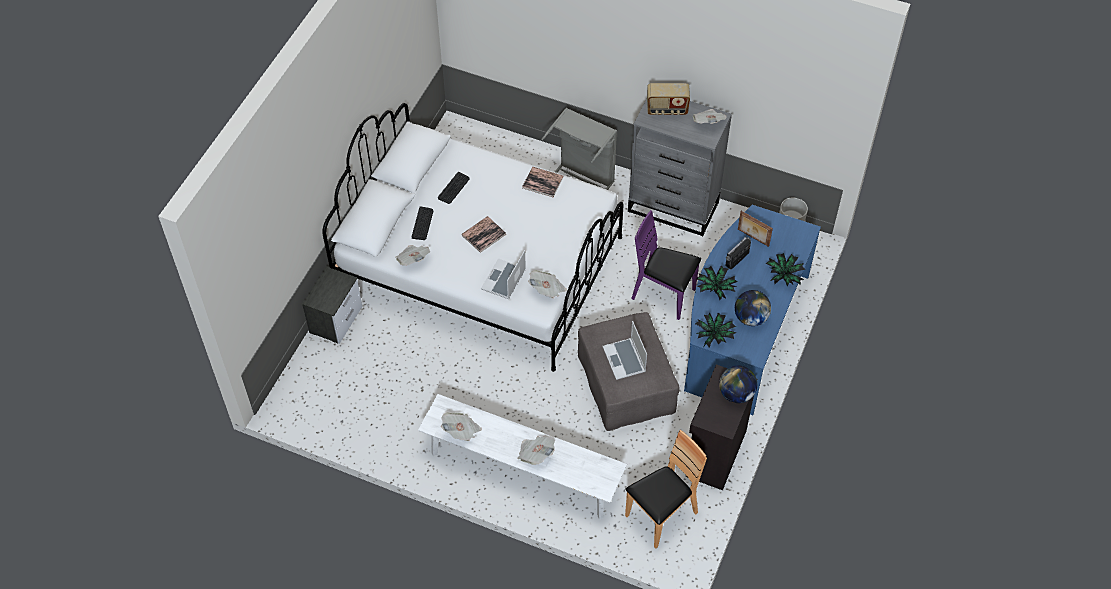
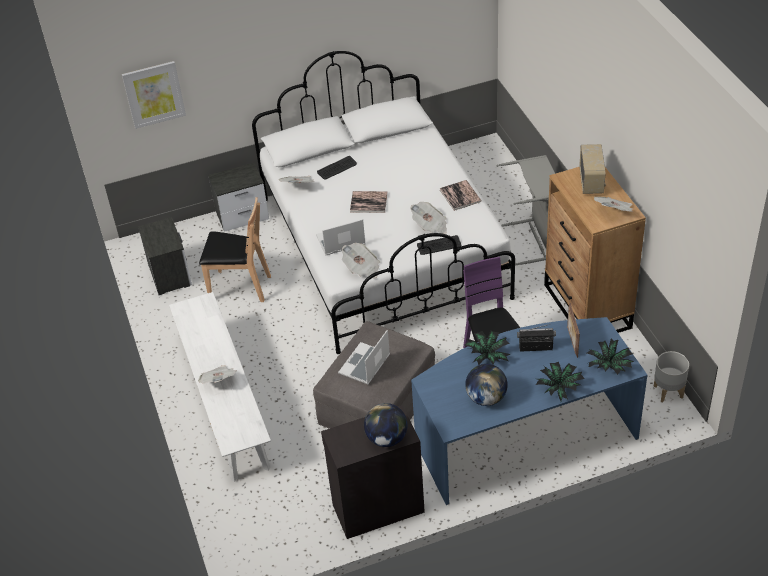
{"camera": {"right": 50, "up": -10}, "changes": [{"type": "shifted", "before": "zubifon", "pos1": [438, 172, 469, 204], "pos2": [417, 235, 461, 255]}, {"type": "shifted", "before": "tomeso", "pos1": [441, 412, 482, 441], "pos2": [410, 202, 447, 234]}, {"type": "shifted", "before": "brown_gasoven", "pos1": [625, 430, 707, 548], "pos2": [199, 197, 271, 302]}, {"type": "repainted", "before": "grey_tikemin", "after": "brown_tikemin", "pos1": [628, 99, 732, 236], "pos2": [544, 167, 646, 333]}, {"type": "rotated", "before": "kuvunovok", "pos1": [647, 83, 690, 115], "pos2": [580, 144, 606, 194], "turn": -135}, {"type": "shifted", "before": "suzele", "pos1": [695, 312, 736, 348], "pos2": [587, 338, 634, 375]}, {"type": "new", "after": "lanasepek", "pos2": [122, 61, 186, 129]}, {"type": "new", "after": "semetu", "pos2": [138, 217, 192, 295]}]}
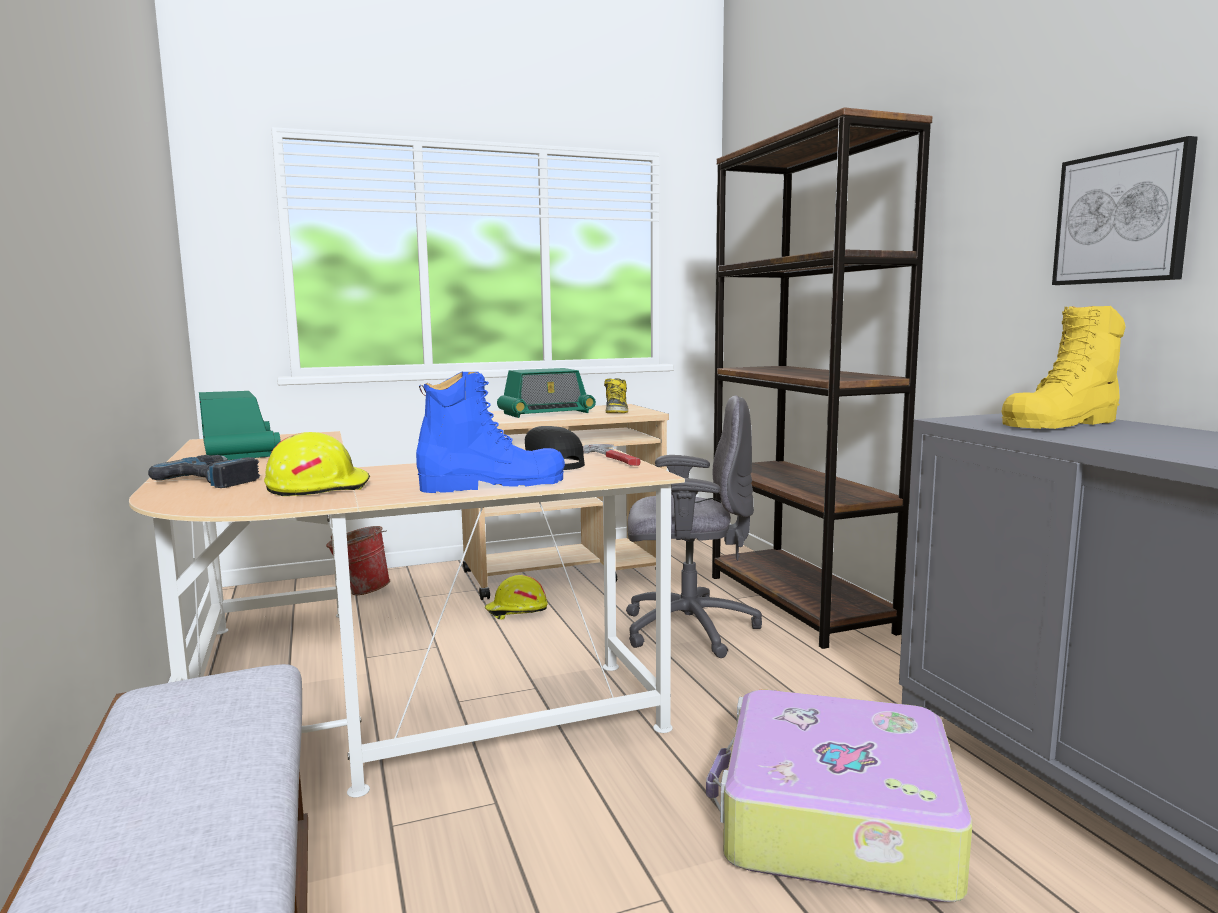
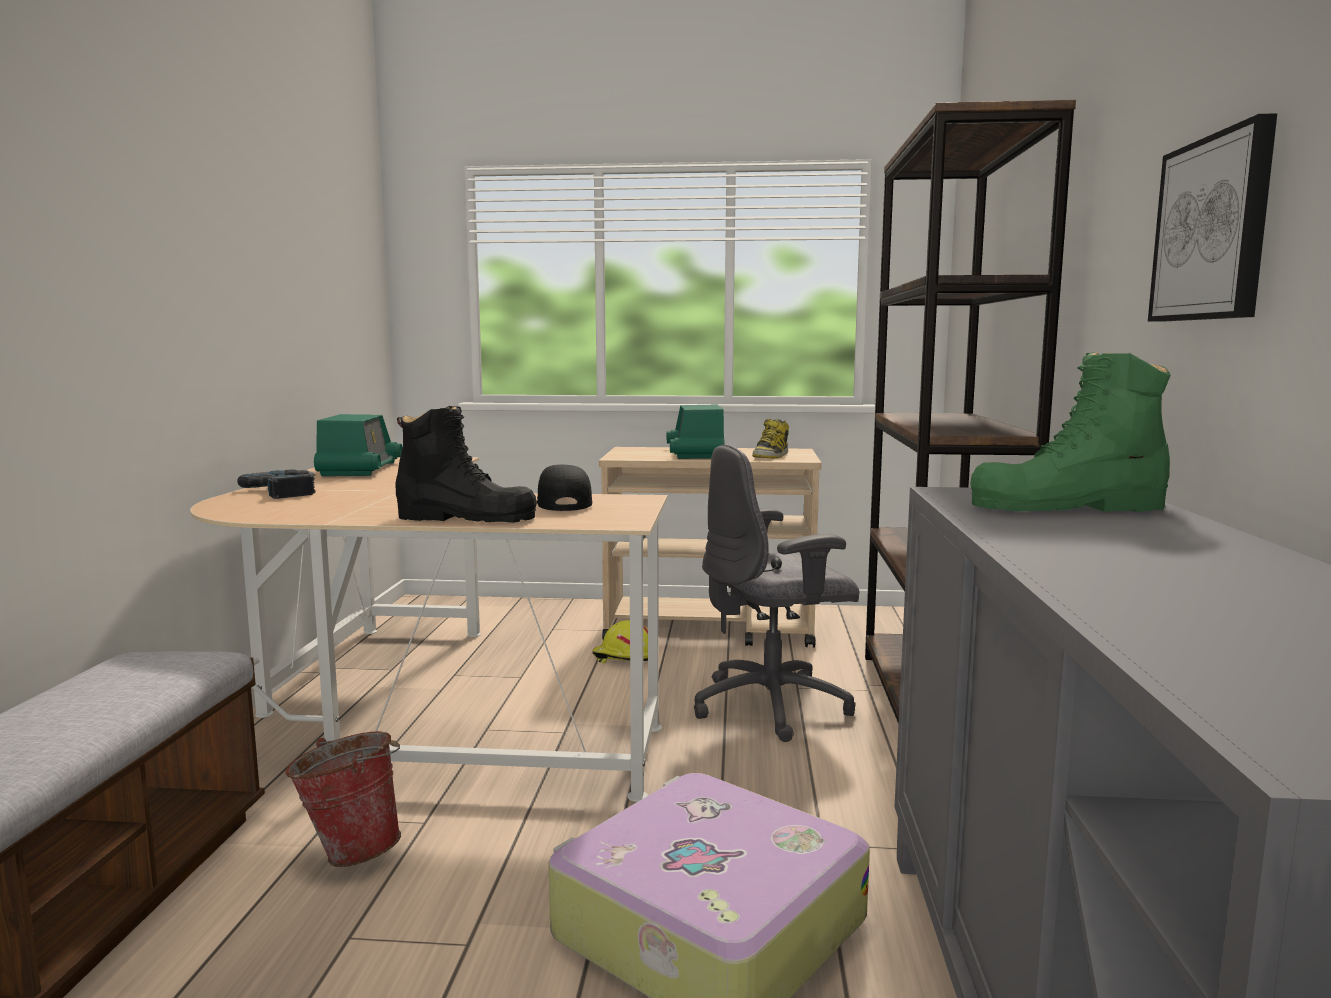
{"camera": {"right": 25, "up": 0}, "changes": [{"type": "gone", "before": "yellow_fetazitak", "pos1": [264, 432, 370, 496]}, {"type": "shifted", "before": "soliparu", "pos1": [326, 526, 390, 595], "pos2": [285, 731, 401, 867]}, {"type": "repainted", "before": "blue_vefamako", "after": "black_vefamako", "pos1": [416, 371, 565, 493], "pos2": [395, 406, 537, 523]}, {"type": "rotated", "before": "kuvunovok", "pos1": [497, 368, 596, 418], "pos2": [667, 405, 725, 459], "turn": 90}, {"type": "gone", "before": "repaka", "pos1": [583, 444, 640, 466]}, {"type": "rotated", "before": "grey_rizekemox", "pos1": [626, 395, 762, 658], "pos2": [694, 444, 859, 742], "turn": 135}, {"type": "repainted", "before": "yellow_vefamako", "after": "green_vefamako", "pos1": [1001, 306, 1126, 429], "pos2": [970, 352, 1171, 512]}]}
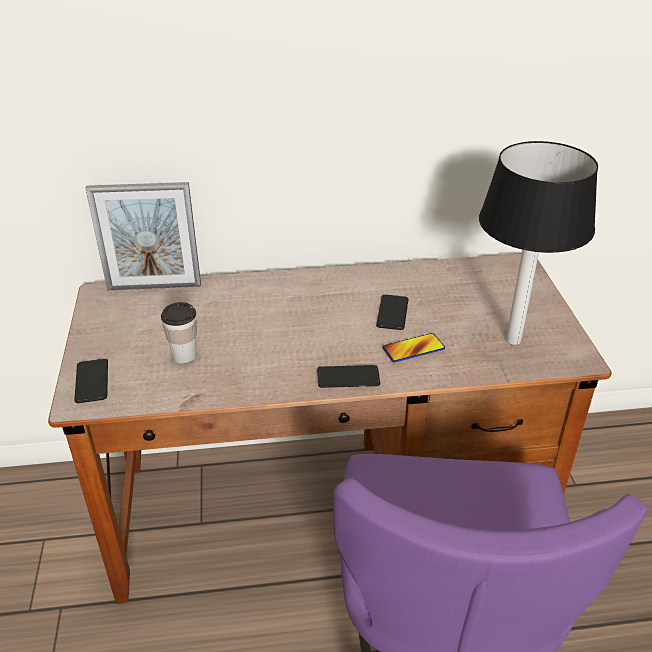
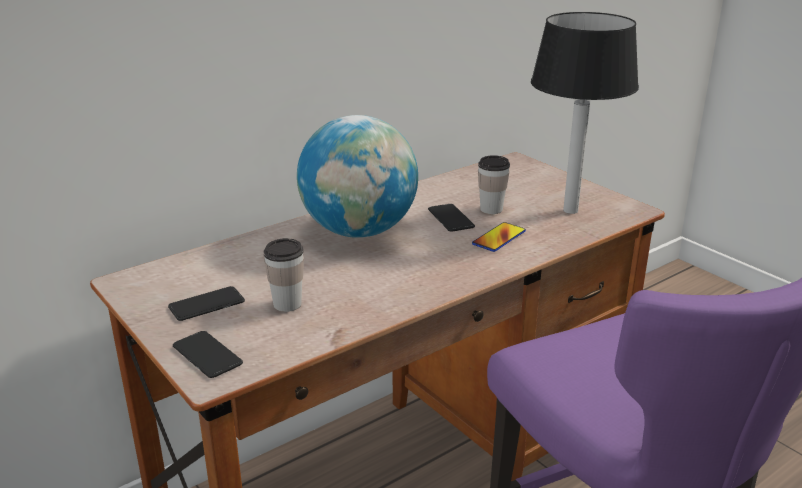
{"camera": {"right": -30, "up": -10}, "changes": [{"type": "gone", "before": "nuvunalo", "pos1": [85, 182, 201, 290]}, {"type": "shifted", "before": "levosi", "pos1": [317, 365, 380, 388], "pos2": [168, 286, 245, 321]}, {"type": "new", "after": "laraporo", "pos2": [297, 115, 418, 238]}, {"type": "new", "after": "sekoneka", "pos2": [478, 155, 510, 214]}]}
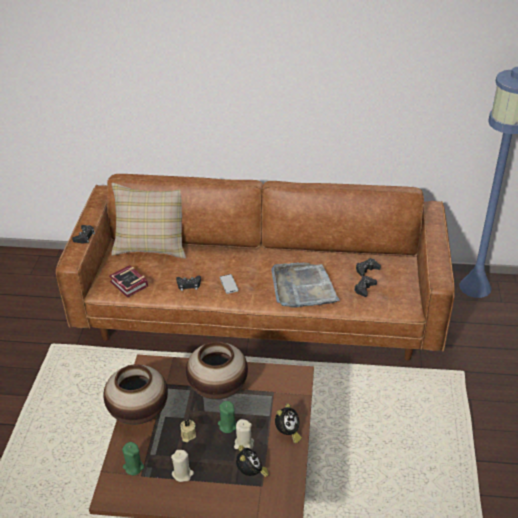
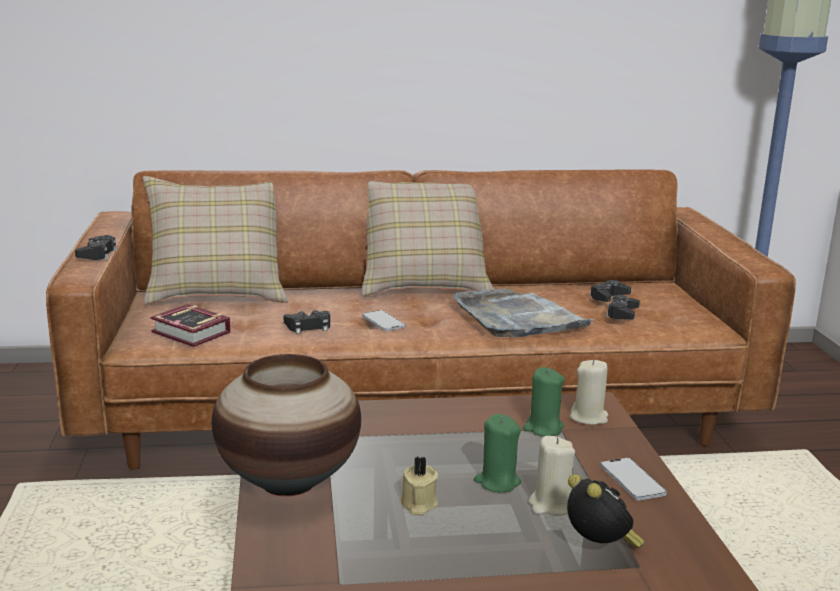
{"camera": {"right": -15, "up": -20}, "changes": [{"type": "shifted", "before": "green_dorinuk", "pos1": [122, 442, 144, 475], "pos2": [523, 367, 565, 436]}, {"type": "shifted", "before": "beige_dorinuk", "pos1": [171, 450, 194, 482], "pos2": [570, 359, 608, 425]}, {"type": "gone", "before": "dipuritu", "pos1": [186, 341, 248, 400]}, {"type": "swapped", "before": "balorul", "after": "levosi", "pos1": [275, 403, 302, 444], "pos2": [600, 458, 667, 501]}, {"type": "new", "after": "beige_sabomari", "pos2": [362, 171, 494, 297]}]}
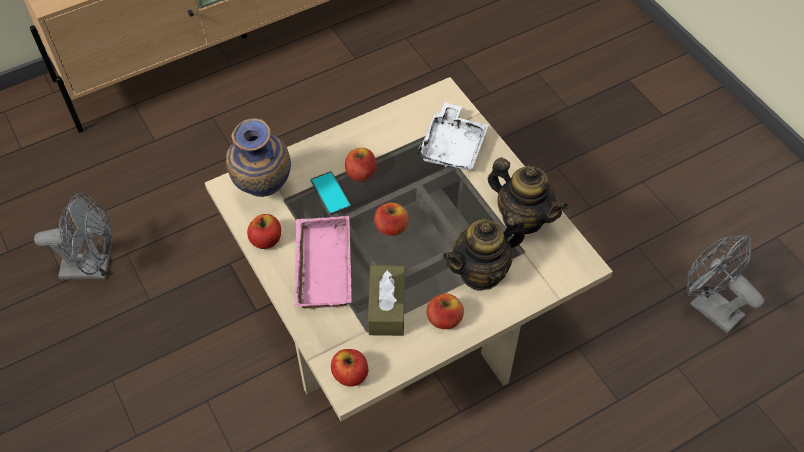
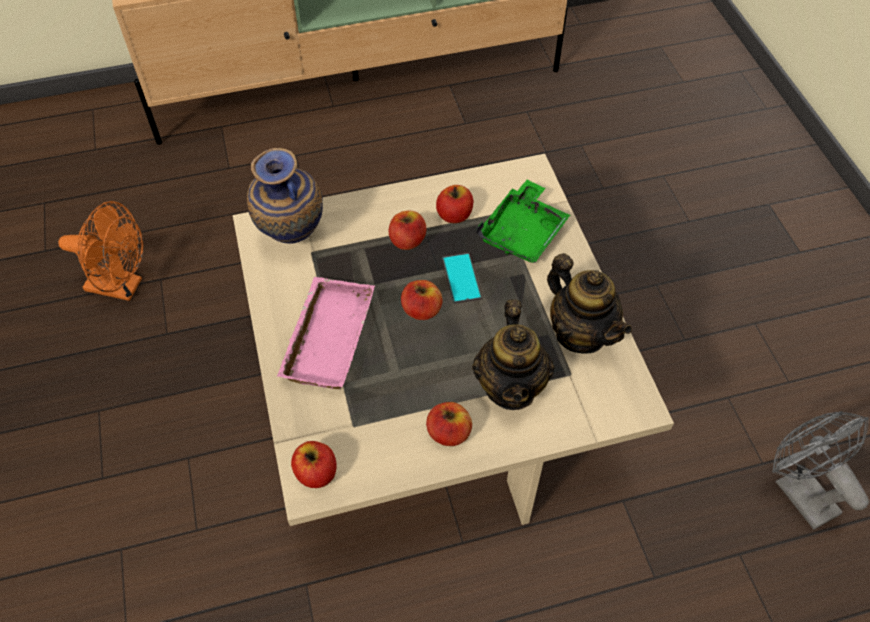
{"camera": {"right": 15, "up": 0}, "changes": [{"type": "repainted", "before": "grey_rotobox", "after": "orange_rotobox", "pos1": [34, 193, 112, 280], "pos2": [58, 201, 143, 301]}, {"type": "shifted", "before": "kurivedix", "pos1": [247, 214, 281, 249], "pos2": [436, 185, 473, 223]}, {"type": "shifted", "before": "levosi", "pos1": [311, 171, 351, 215], "pos2": [442, 253, 482, 304]}, {"type": "gone", "before": "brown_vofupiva", "pos1": [368, 265, 405, 336]}, {"type": "repainted", "before": "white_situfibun", "after": "green_situfibun", "pos1": [418, 102, 489, 170], "pos2": [476, 180, 570, 263]}, {"type": "rotated", "before": "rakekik", "pos1": [443, 214, 525, 291], "pos2": [472, 299, 554, 410], "turn": -75}]}
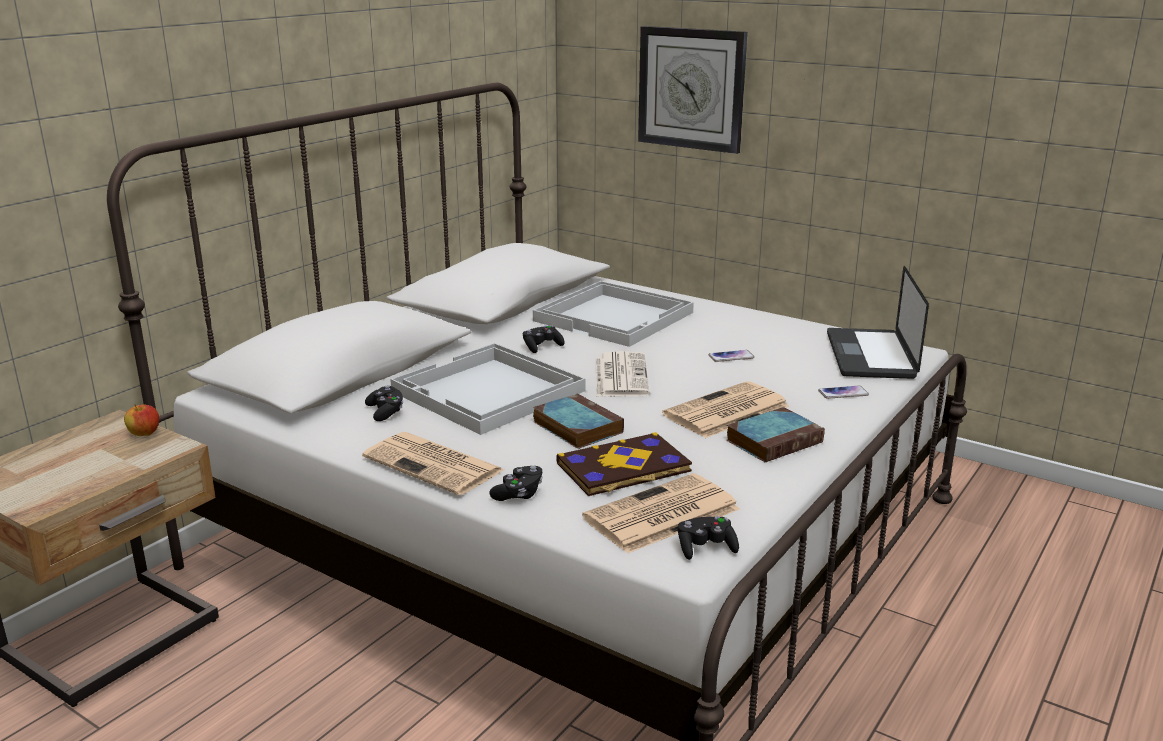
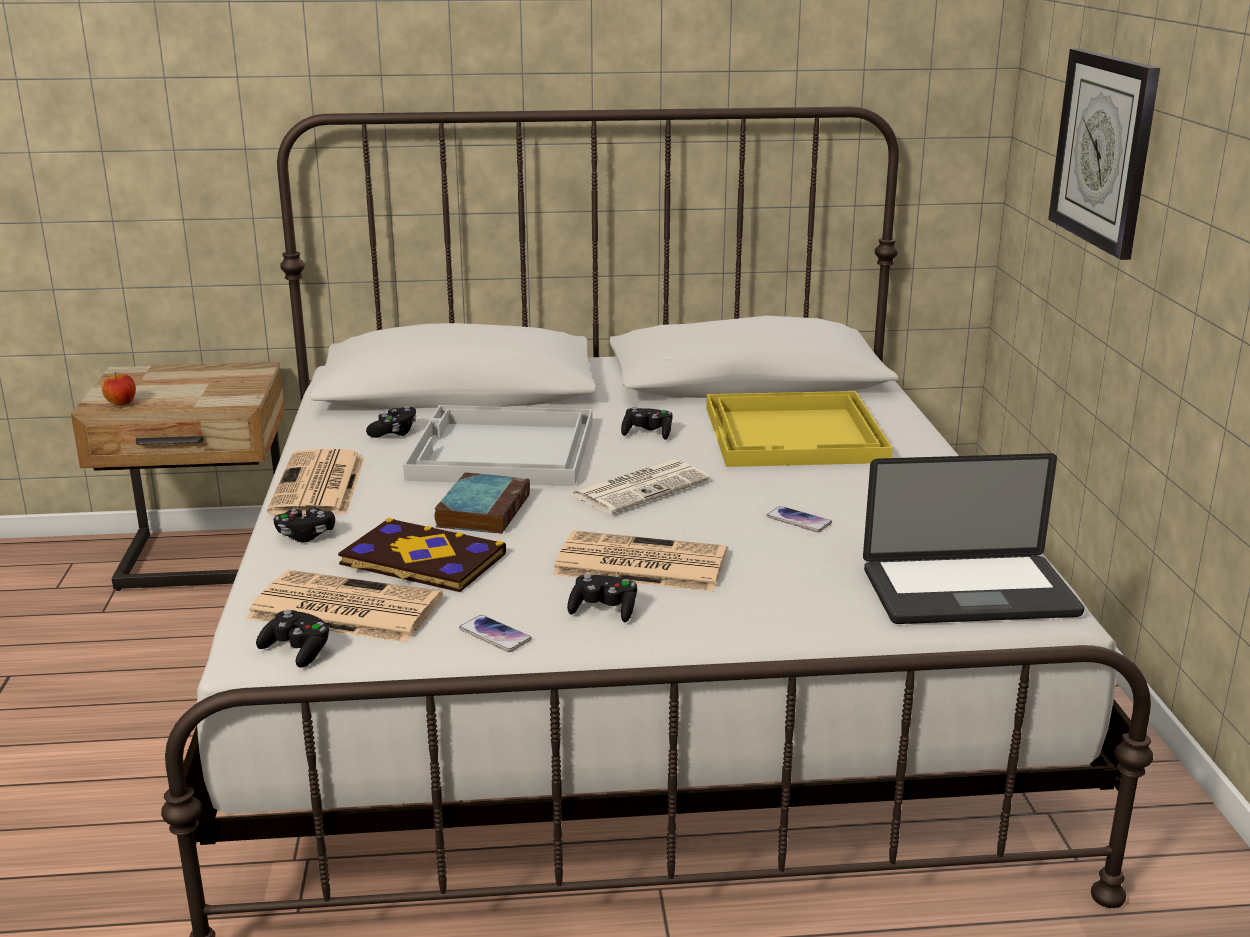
{"camera": {"right": 50, "up": 0}, "changes": [{"type": "shifted", "before": "kurivedix", "pos1": [124, 404, 159, 436], "pos2": [102, 372, 136, 406]}, {"type": "repainted", "before": "white_situfibun", "after": "yellow_situfibun", "pos1": [533, 281, 694, 347], "pos2": [706, 391, 893, 467]}, {"type": "swapped", "before": "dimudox", "after": "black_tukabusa", "pos1": [726, 407, 825, 462], "pos2": [567, 574, 637, 622]}, {"type": "shifted", "before": "levosi", "pos1": [818, 386, 869, 399], "pos2": [459, 615, 532, 652]}, {"type": "rotated", "before": "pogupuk", "pos1": [827, 266, 929, 379], "pos2": [863, 453, 1085, 624], "turn": -150}]}
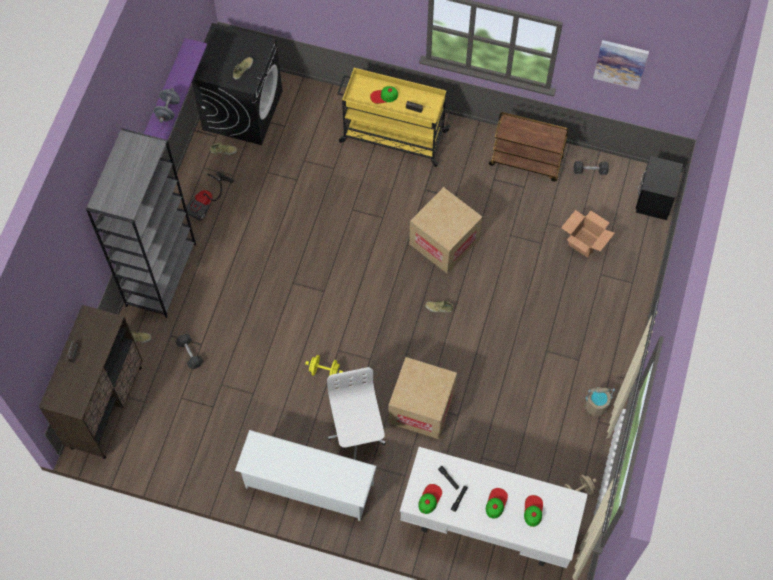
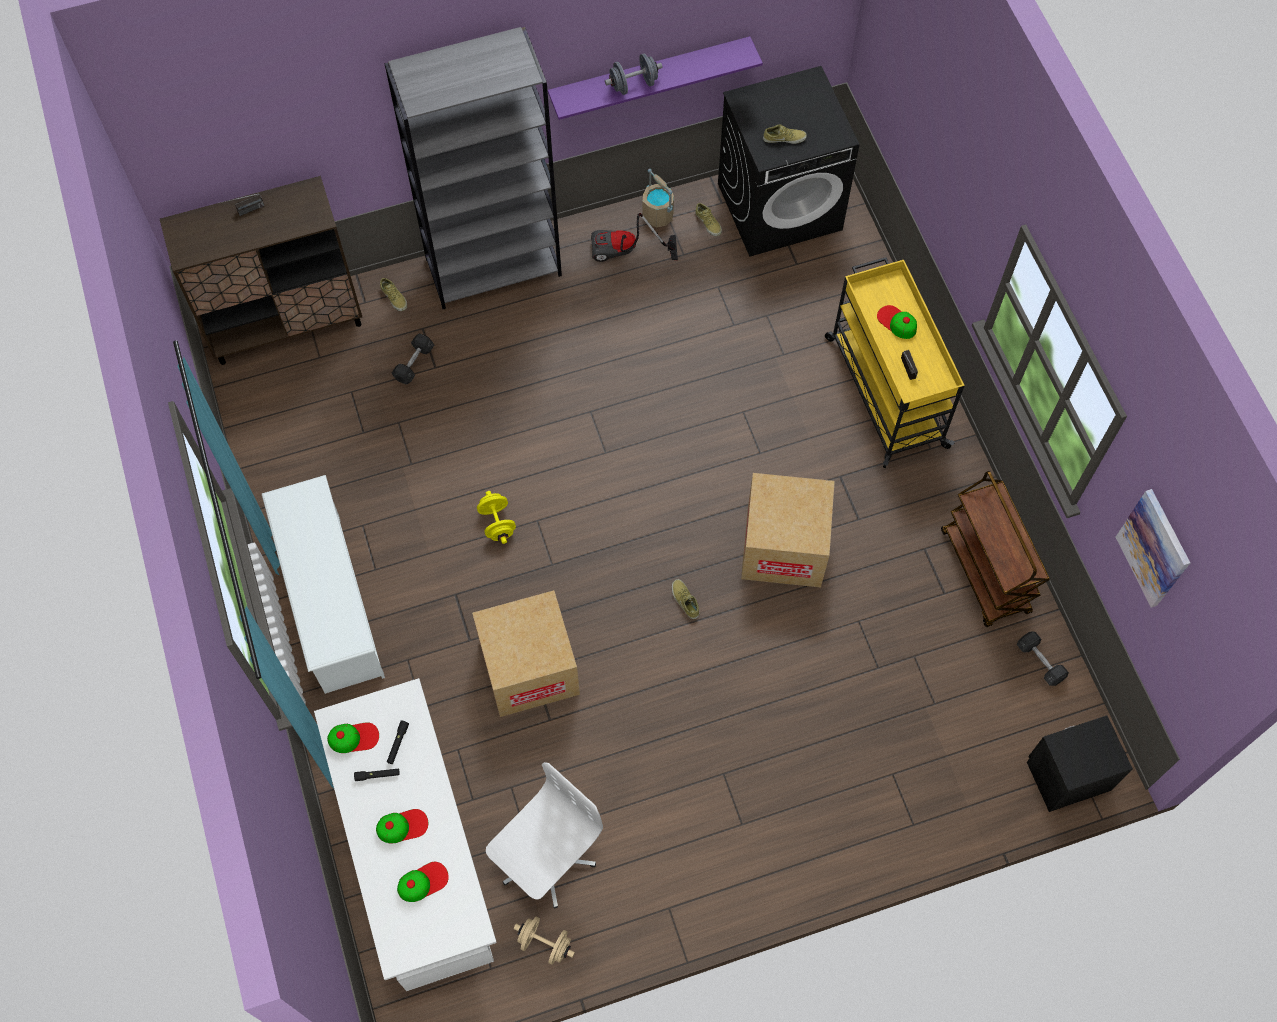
{"camera": {"right": 55, "up": 0}, "changes": [{"type": "shifted", "before": "white_rizekemox", "pos1": [327, 367, 386, 460], "pos2": [486, 762, 603, 909]}, {"type": "gone", "before": "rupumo", "pos1": [561, 210, 615, 258]}, {"type": "shifted", "before": "beige_soliparu", "pos1": [585, 387, 615, 416], "pos2": [643, 169, 674, 227]}]}
